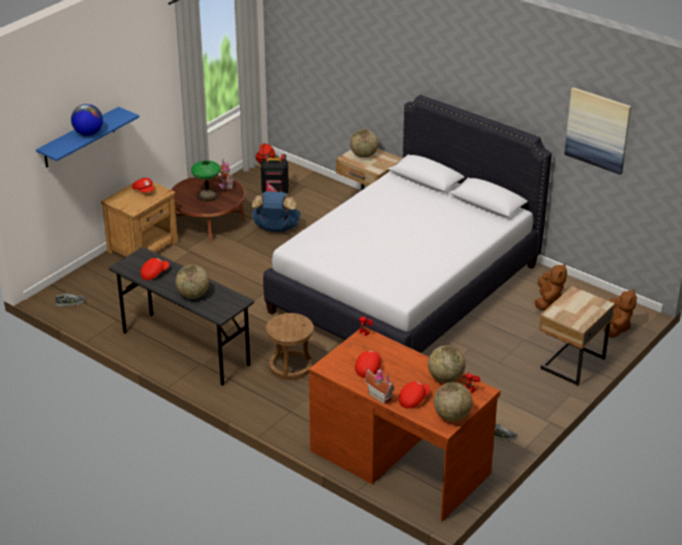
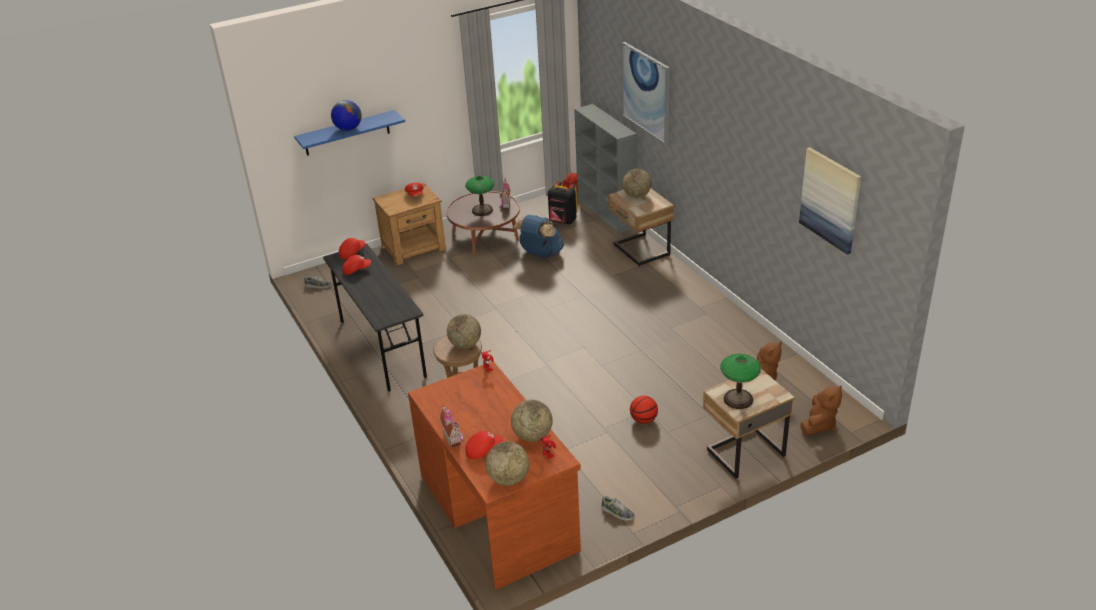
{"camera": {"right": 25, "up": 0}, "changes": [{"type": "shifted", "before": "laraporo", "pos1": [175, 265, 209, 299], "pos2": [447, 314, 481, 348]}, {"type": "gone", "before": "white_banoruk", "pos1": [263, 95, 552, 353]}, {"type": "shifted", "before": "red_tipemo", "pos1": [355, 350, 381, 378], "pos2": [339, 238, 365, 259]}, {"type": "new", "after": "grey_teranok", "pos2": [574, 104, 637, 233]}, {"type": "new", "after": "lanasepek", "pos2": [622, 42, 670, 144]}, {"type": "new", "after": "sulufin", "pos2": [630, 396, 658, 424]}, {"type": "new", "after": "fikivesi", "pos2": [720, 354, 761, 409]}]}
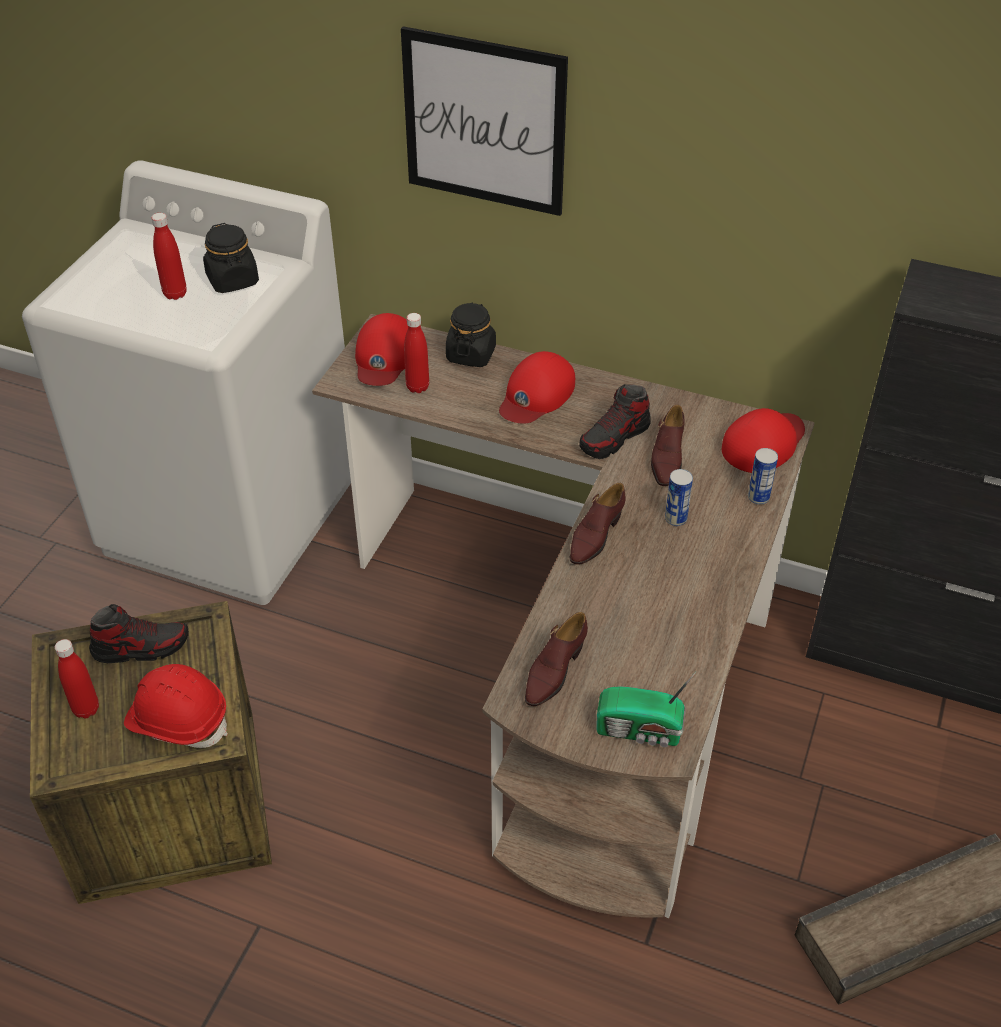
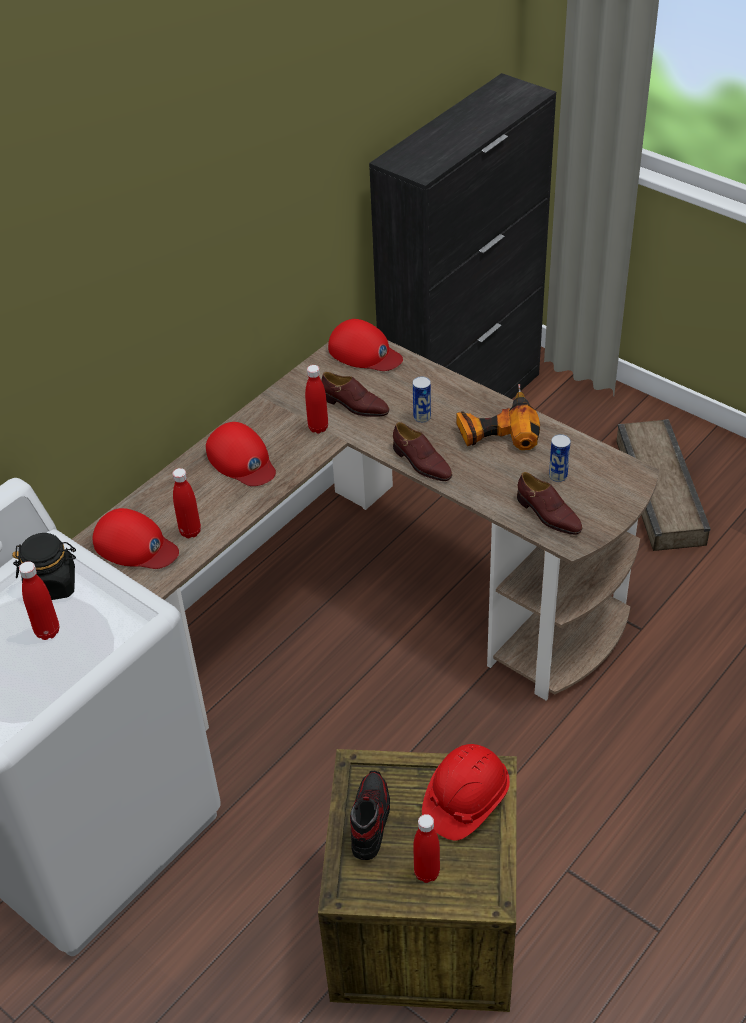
{"camera": {"right": -70, "up": 0}, "changes": [{"type": "gone", "before": "lanasepek", "pos1": [401, 26, 568, 216]}, {"type": "gone", "before": "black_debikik", "pos1": [446, 302, 496, 367]}, {"type": "swapped", "before": "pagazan", "after": "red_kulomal", "pos1": [579, 384, 651, 459], "pos2": [305, 365, 328, 433]}, {"type": "gone", "before": "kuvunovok", "pos1": [596, 671, 697, 747]}, {"type": "rotated", "before": "red_tipemo", "pos1": [722, 408, 805, 473], "pos2": [328, 319, 403, 371], "turn": 150}, {"type": "shifted", "before": "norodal", "pos1": [748, 448, 778, 505], "pos2": [549, 434, 571, 482]}, {"type": "new", "after": "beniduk", "pos2": [456, 384, 540, 450]}]}
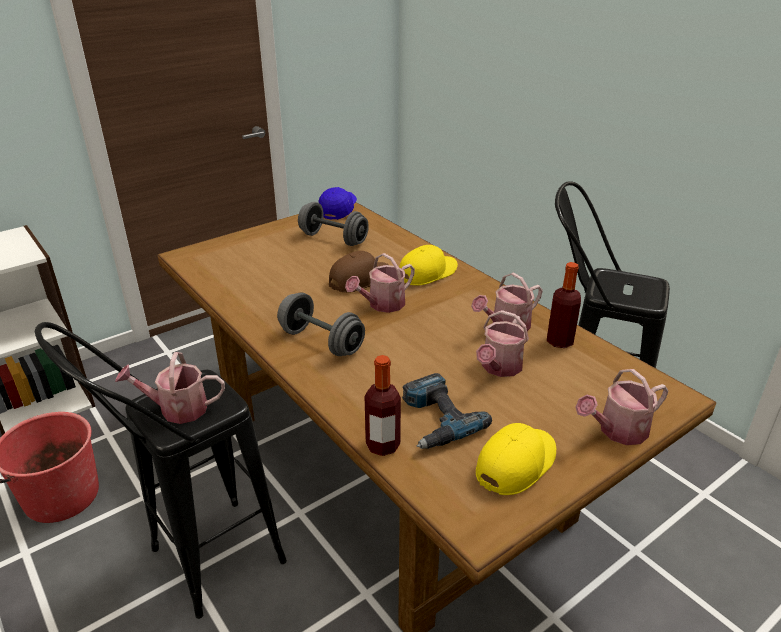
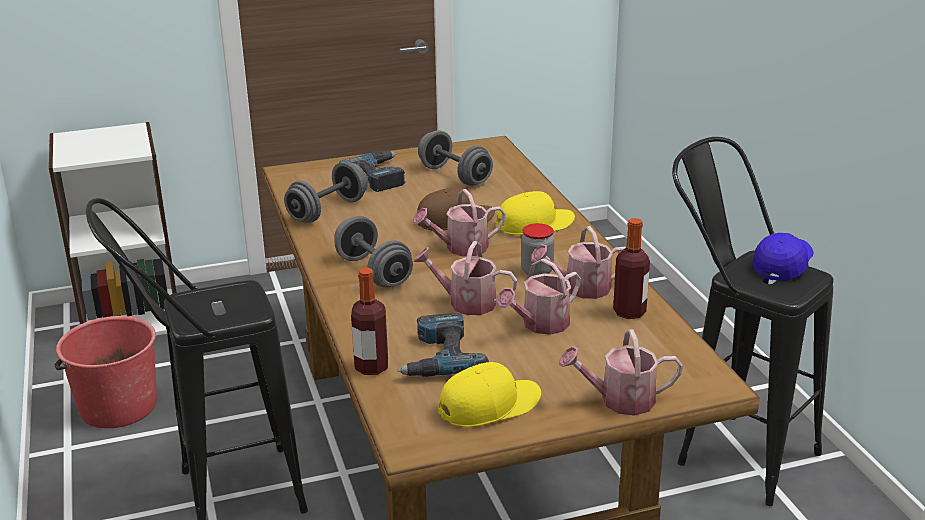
{"camera": {"right": 20, "up": -5}, "changes": [{"type": "shifted", "before": "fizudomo", "pos1": [115, 352, 225, 424], "pos2": [413, 241, 517, 315]}, {"type": "shifted", "before": "blue_tipemo", "pos1": [318, 187, 357, 220], "pos2": [752, 233, 814, 281]}, {"type": "new", "after": "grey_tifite", "pos2": [284, 161, 367, 223]}, {"type": "new", "after": "beniduk", "pos2": [339, 151, 405, 192]}, {"type": "new", "after": "debikik", "pos2": [521, 223, 554, 276]}]}
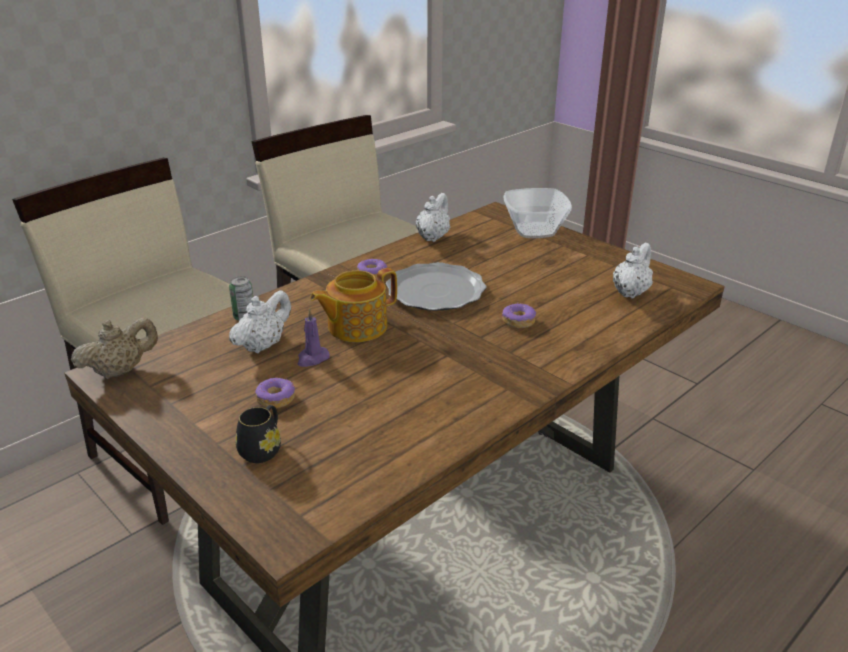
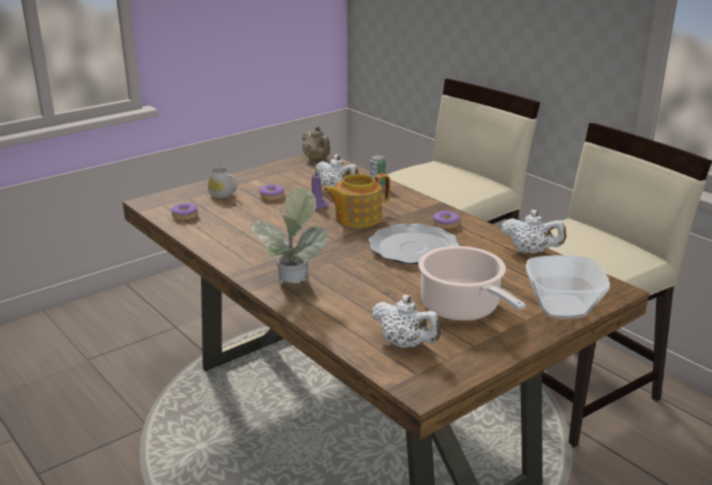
{"camera": {"right": 95, "up": -5}, "changes": [{"type": "repainted", "before": "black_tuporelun", "after": "white_tuporelun", "pos1": [235, 405, 281, 463], "pos2": [208, 167, 237, 198]}, {"type": "rotated", "before": "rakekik", "pos1": [310, 268, 397, 342], "pos2": [323, 173, 390, 228], "turn": -90}, {"type": "shifted", "before": "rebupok", "pos1": [502, 302, 536, 328], "pos2": [171, 203, 198, 220]}, {"type": "new", "after": "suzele", "pos2": [251, 188, 328, 284]}, {"type": "new", "after": "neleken", "pos2": [418, 246, 526, 321]}]}
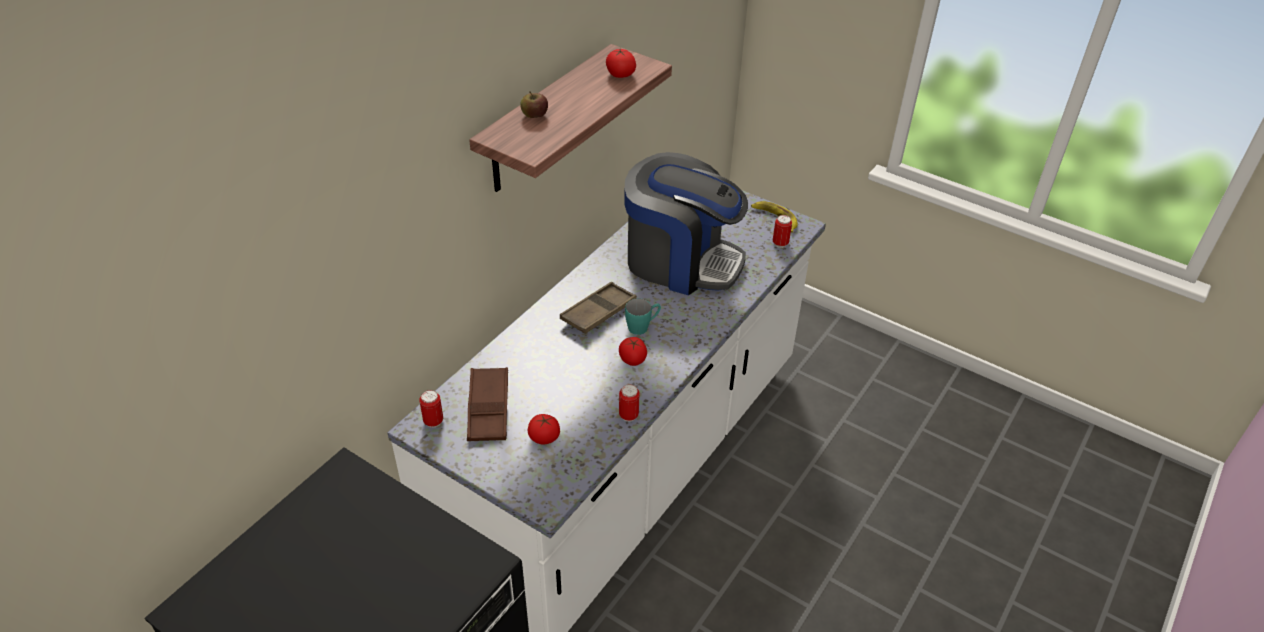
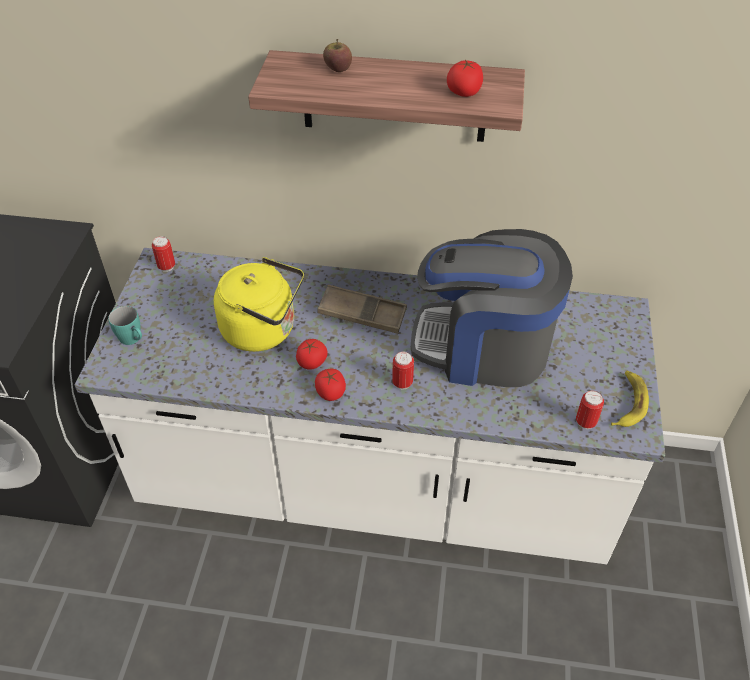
{"camera": {"right": 65, "up": 5}, "changes": [{"type": "gone", "before": "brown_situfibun", "pos1": [467, 367, 508, 441]}, {"type": "shifted", "before": "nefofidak", "pos1": [528, 414, 560, 445], "pos2": [315, 369, 346, 401]}, {"type": "shifted", "before": "norodal", "pos1": [619, 384, 640, 422], "pos2": [392, 352, 414, 390]}, {"type": "rotated", "before": "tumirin", "pos1": [625, 152, 748, 295], "pos2": [411, 229, 573, 387], "turn": 105}, {"type": "shifted", "before": "turquoise_tuporelun", "pos1": [625, 298, 661, 335], "pos2": [108, 306, 142, 345]}, {"type": "new", "after": "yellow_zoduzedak", "pos2": [214, 257, 304, 352]}]}
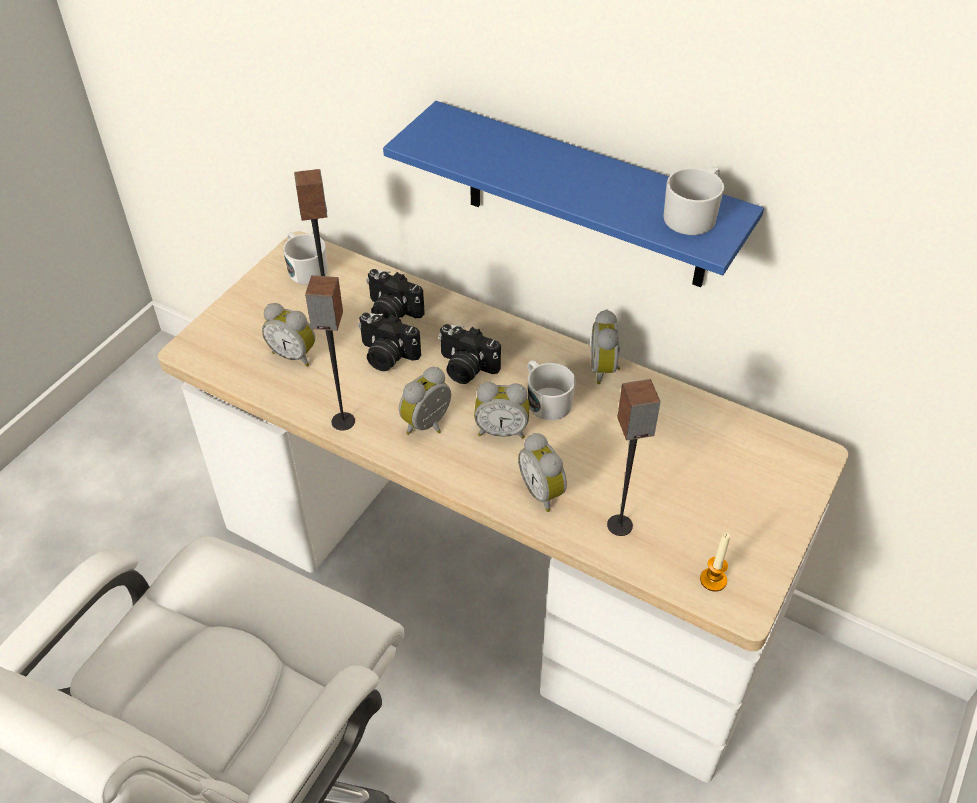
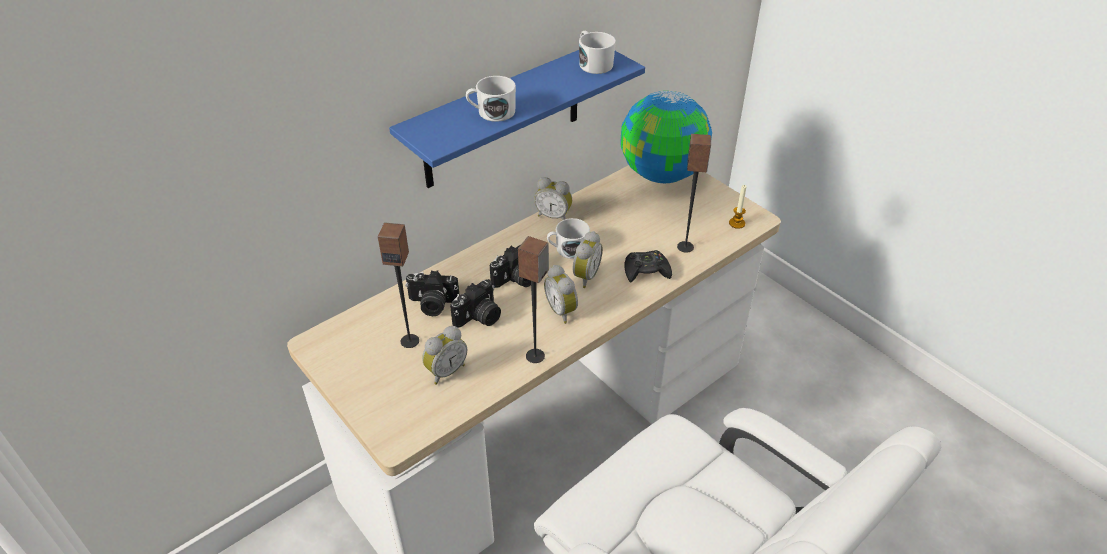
{"camera": {"right": -70, "up": -5}, "changes": [{"type": "shifted", "before": "white_tuporelun", "pos1": [283, 232, 328, 284], "pos2": [466, 76, 516, 122]}, {"type": "rotated", "before": "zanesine", "pos1": [366, 269, 425, 319], "pos2": [405, 270, 459, 316], "turn": 45}, {"type": "swapped", "before": "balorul", "after": "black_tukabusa", "pos1": [518, 433, 567, 512], "pos2": [624, 250, 672, 283]}, {"type": "new", "after": "laraporo", "pos2": [620, 91, 712, 183]}]}
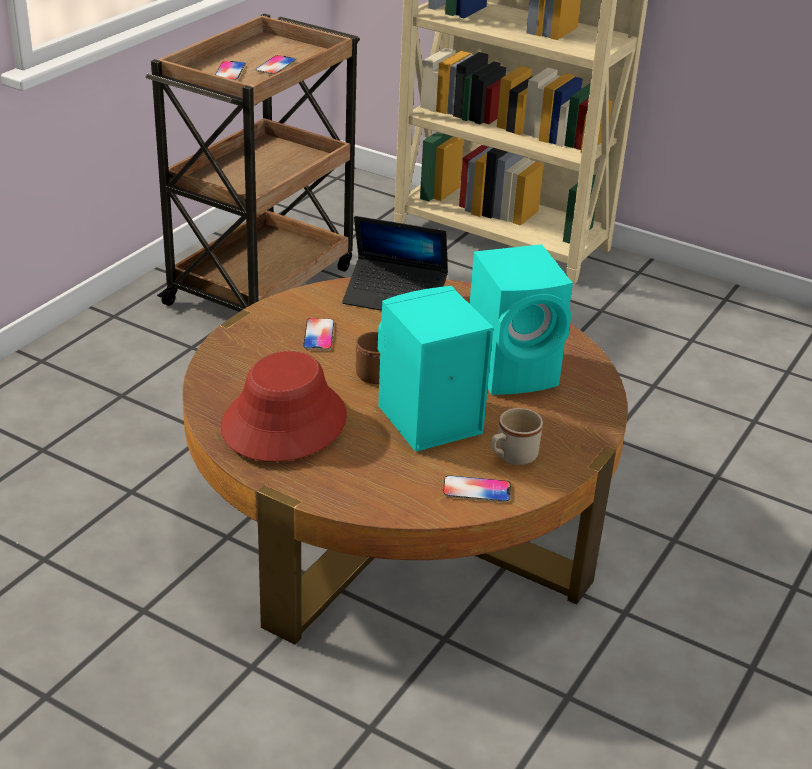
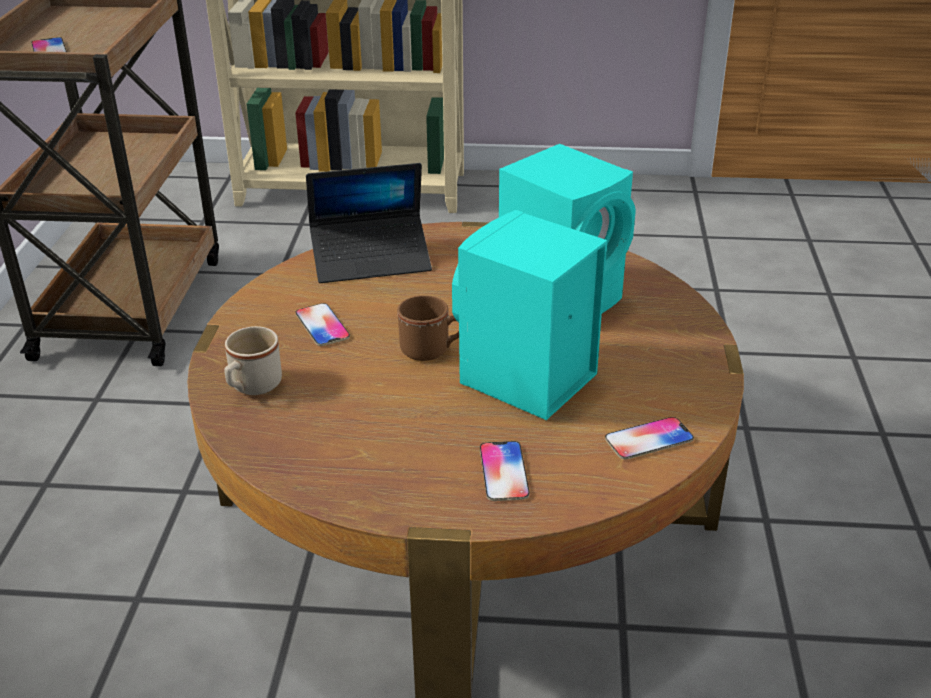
{"camera": {"right": -25, "up": 0}, "changes": [{"type": "gone", "before": "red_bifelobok", "pos1": [221, 351, 347, 462]}, {"type": "shifted", "before": "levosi", "pos1": [256, 55, 296, 75], "pos2": [480, 441, 530, 501]}, {"type": "shifted", "before": "beige_tuporelun", "pos1": [491, 408, 543, 465], "pos2": [224, 326, 282, 395]}]}
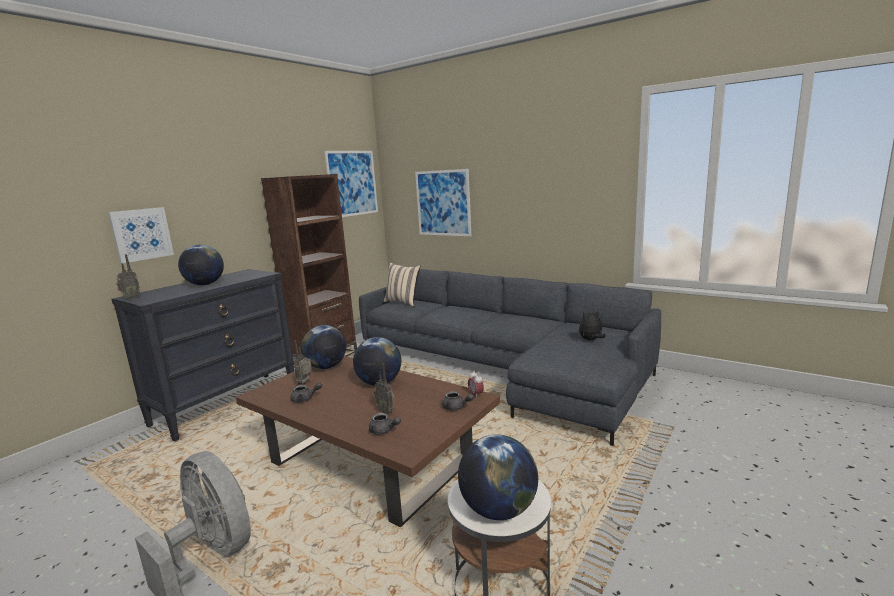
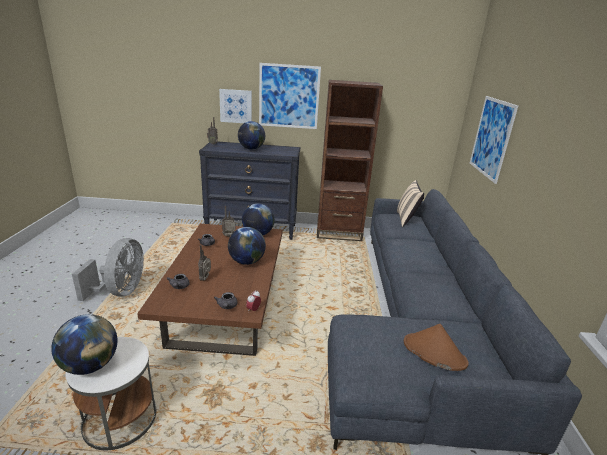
{"camera": {"right": 55, "up": 10}, "changes": [{"type": "shifted", "before": "lanasepek", "pos1": [324, 151, 378, 217], "pos2": [259, 63, 321, 129]}, {"type": "swapped", "before": "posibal", "after": "brown_bifelobok", "pos1": [579, 310, 606, 340], "pos2": [404, 324, 469, 371]}]}
